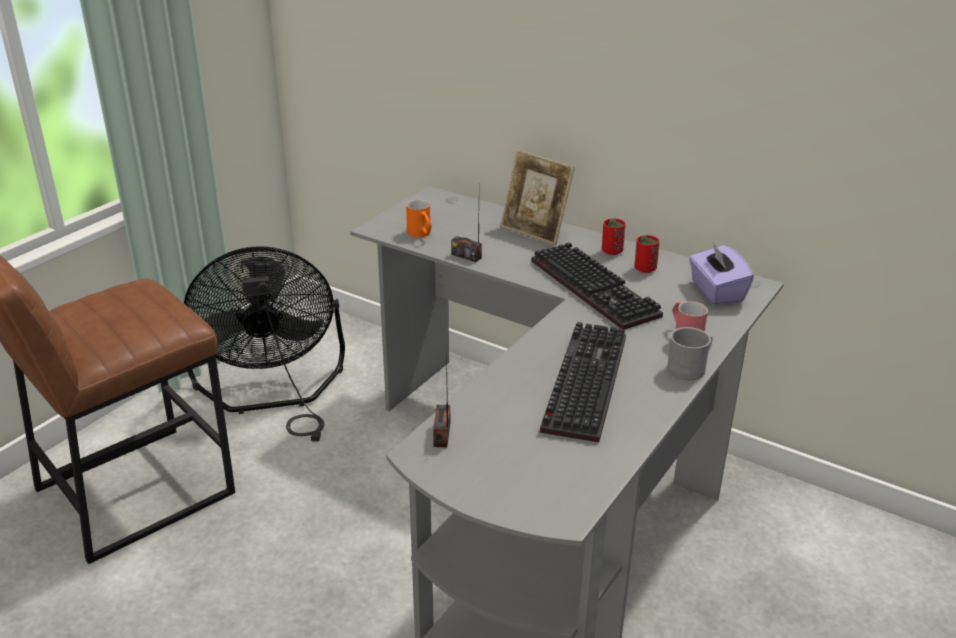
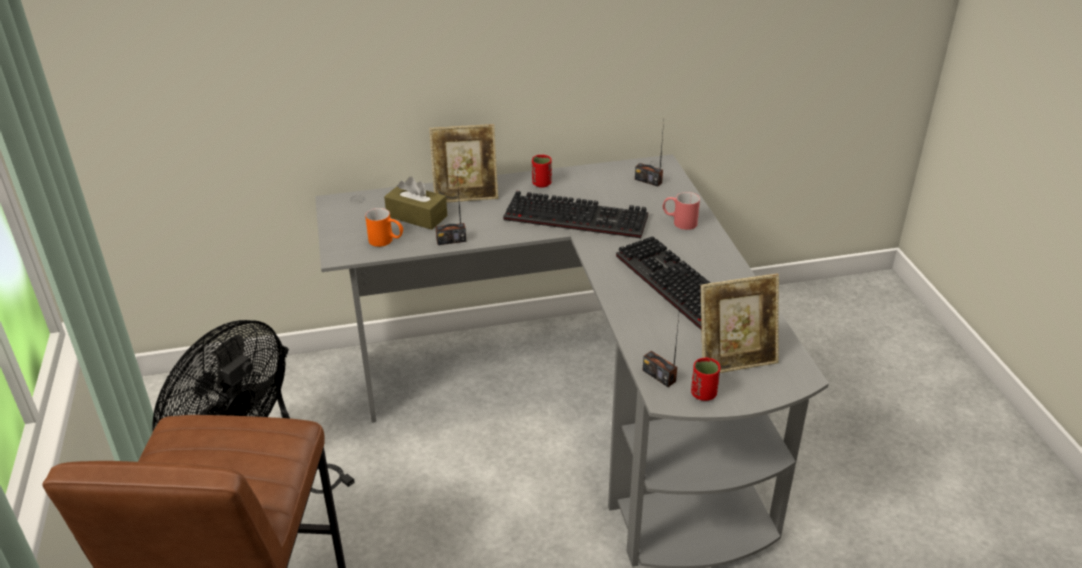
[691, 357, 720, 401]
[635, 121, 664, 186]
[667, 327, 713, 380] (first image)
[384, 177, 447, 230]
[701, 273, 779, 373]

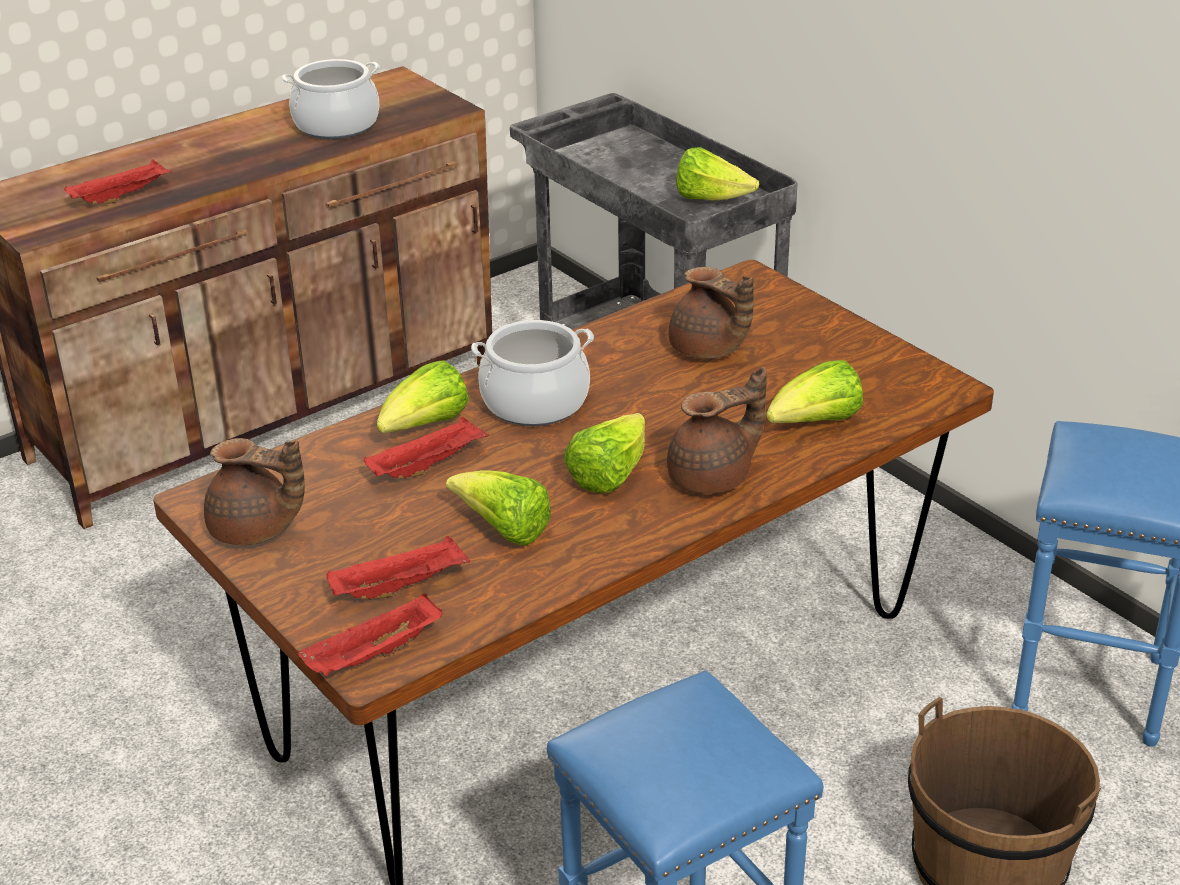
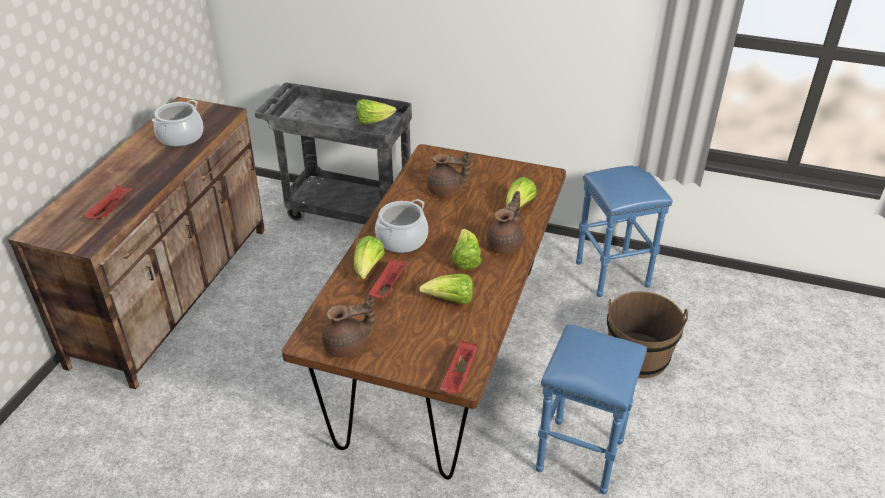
[326, 536, 470, 600] (first image)

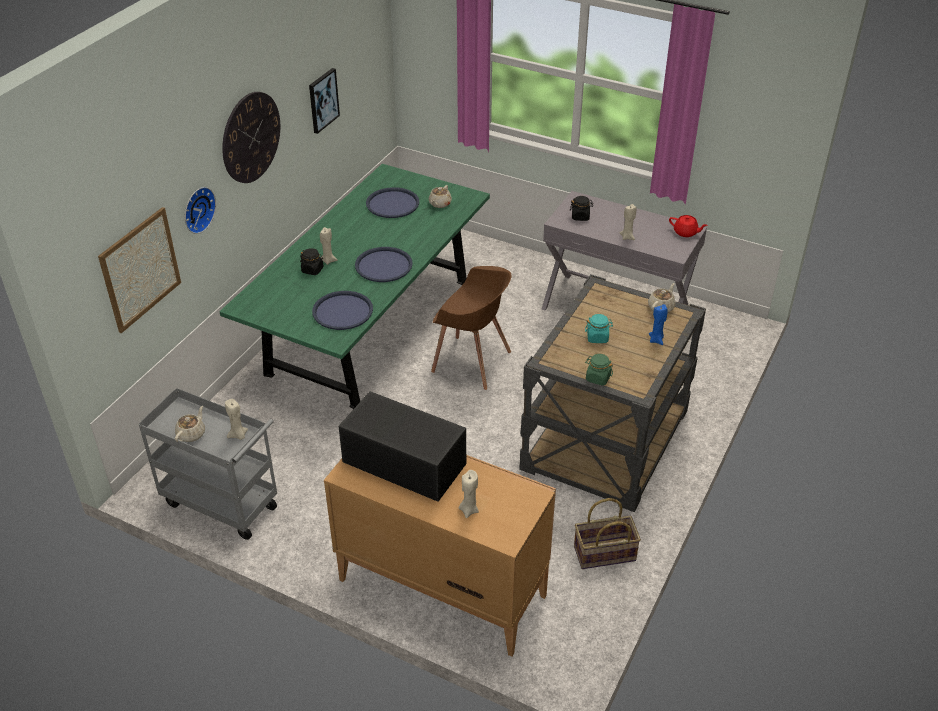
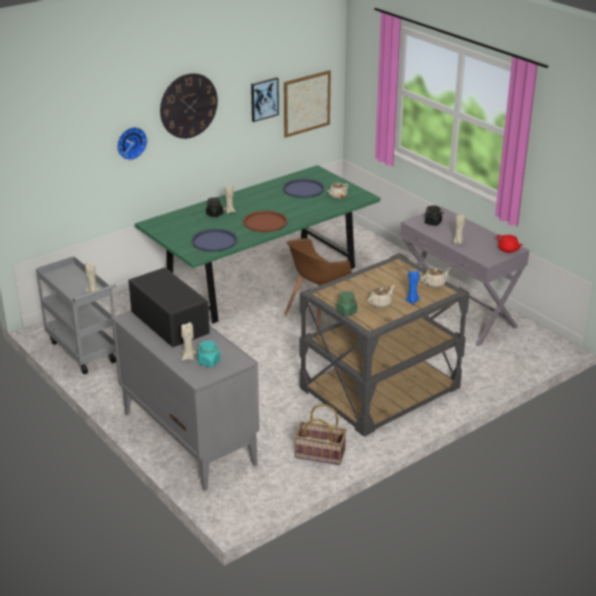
[284, 70, 331, 138]
[243, 211, 288, 232]
[284, 239, 352, 332]
[198, 340, 220, 367]
[368, 285, 395, 308]
[111, 311, 260, 491]

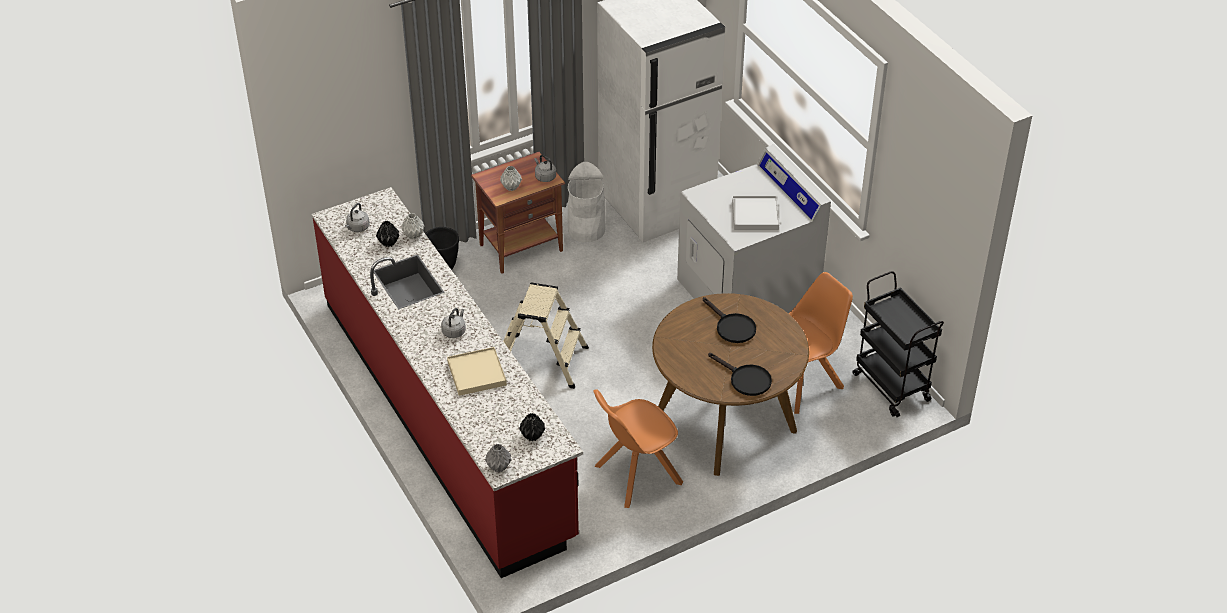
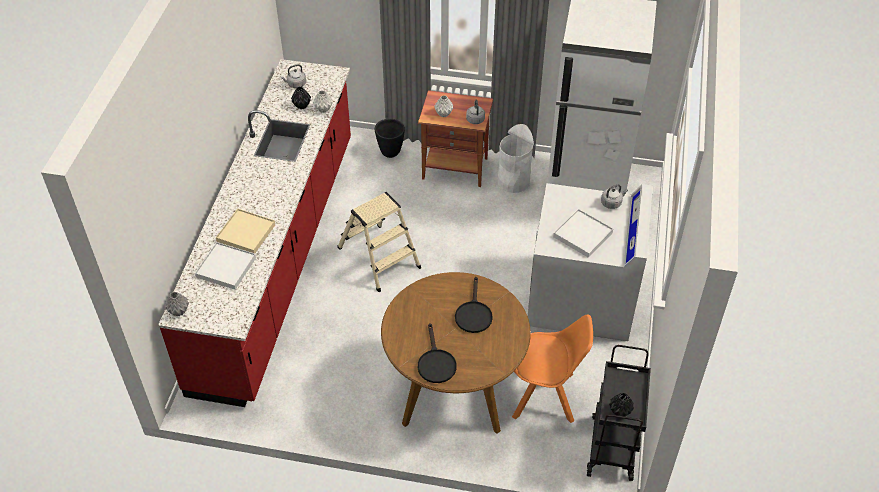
[601, 184, 628, 209]
[593, 389, 683, 508] (first image)
[609, 393, 634, 417]
[195, 242, 256, 290]

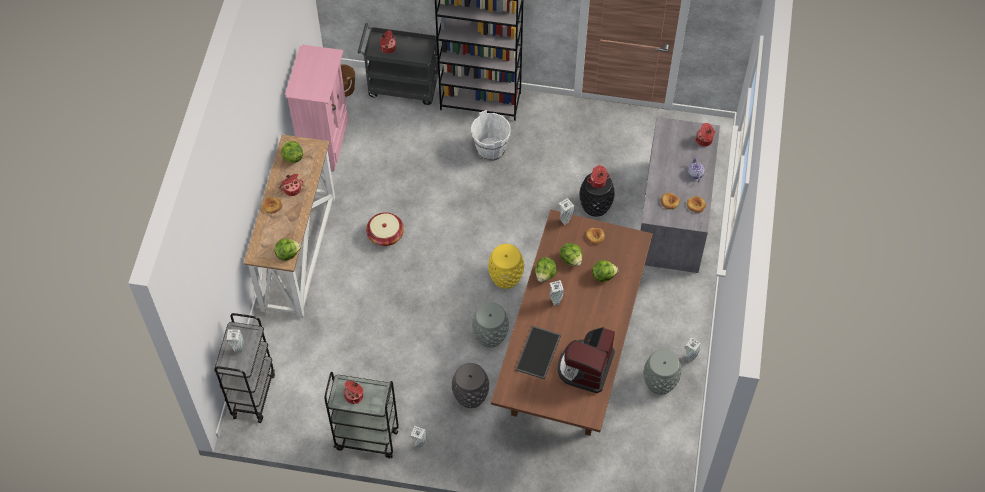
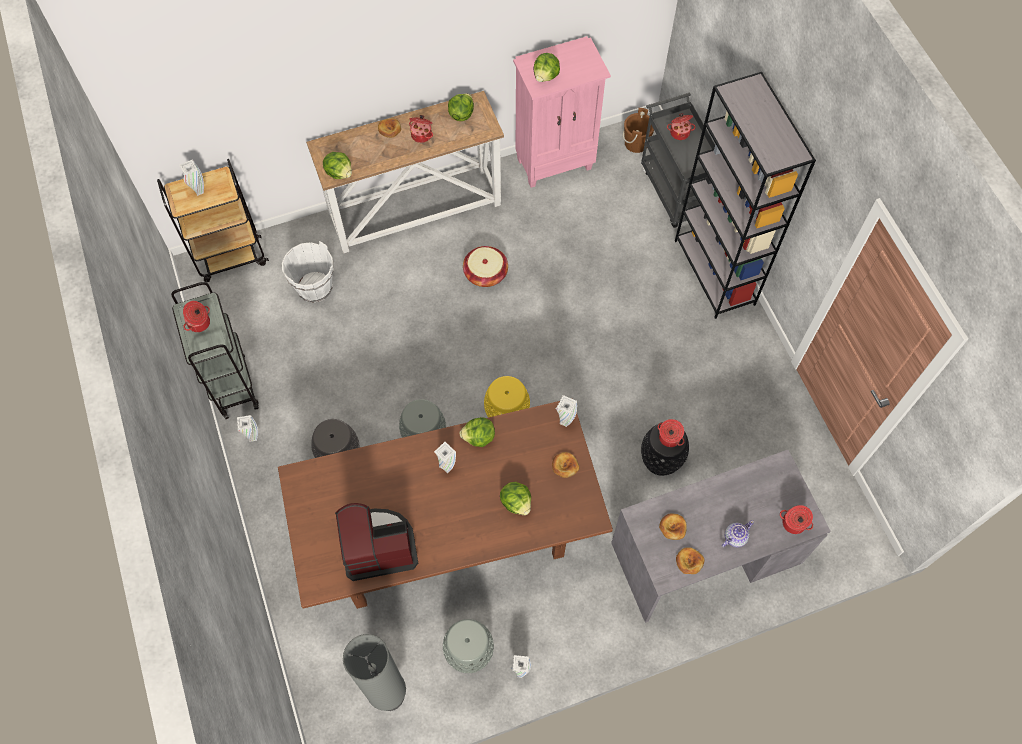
[282, 241, 334, 303]
[534, 53, 560, 82]
[157, 159, 269, 282]
[515, 326, 561, 380] (first image)
[343, 634, 406, 711]

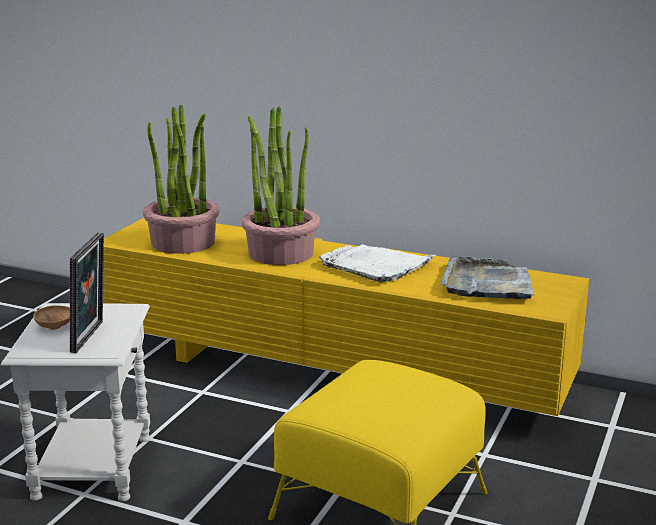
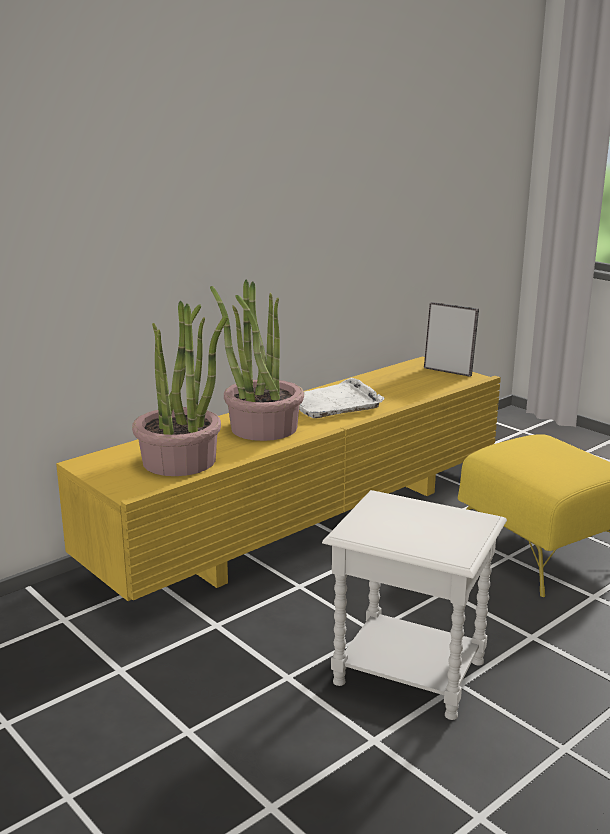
[424, 302, 479, 377]
[441, 256, 535, 299] (first image)
[33, 305, 70, 330] (first image)

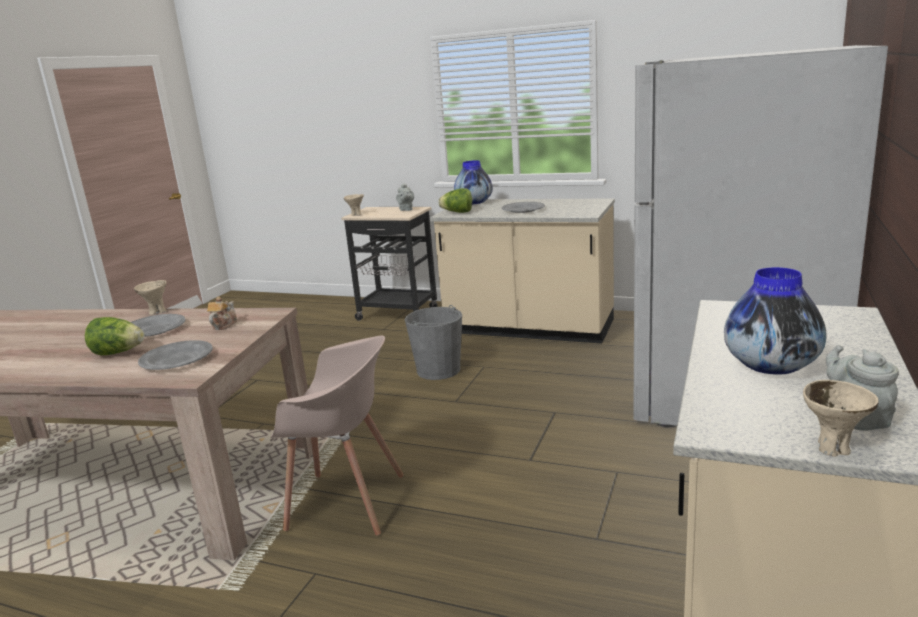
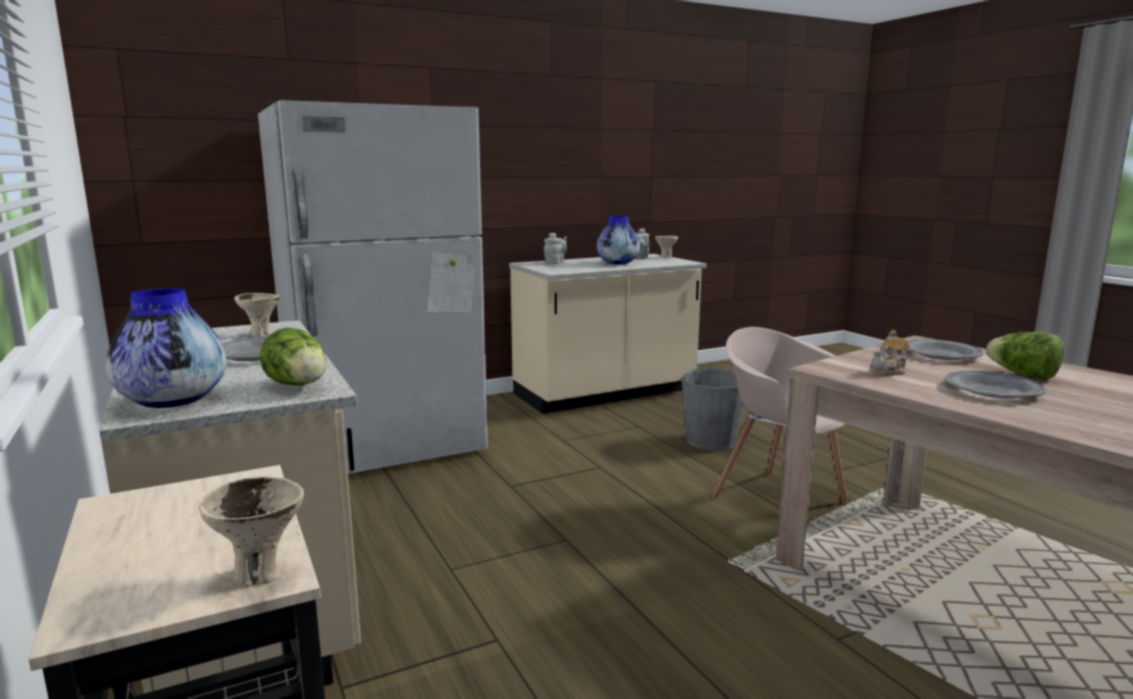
[544, 233, 567, 264]
[234, 293, 280, 337]
[682, 367, 744, 451]

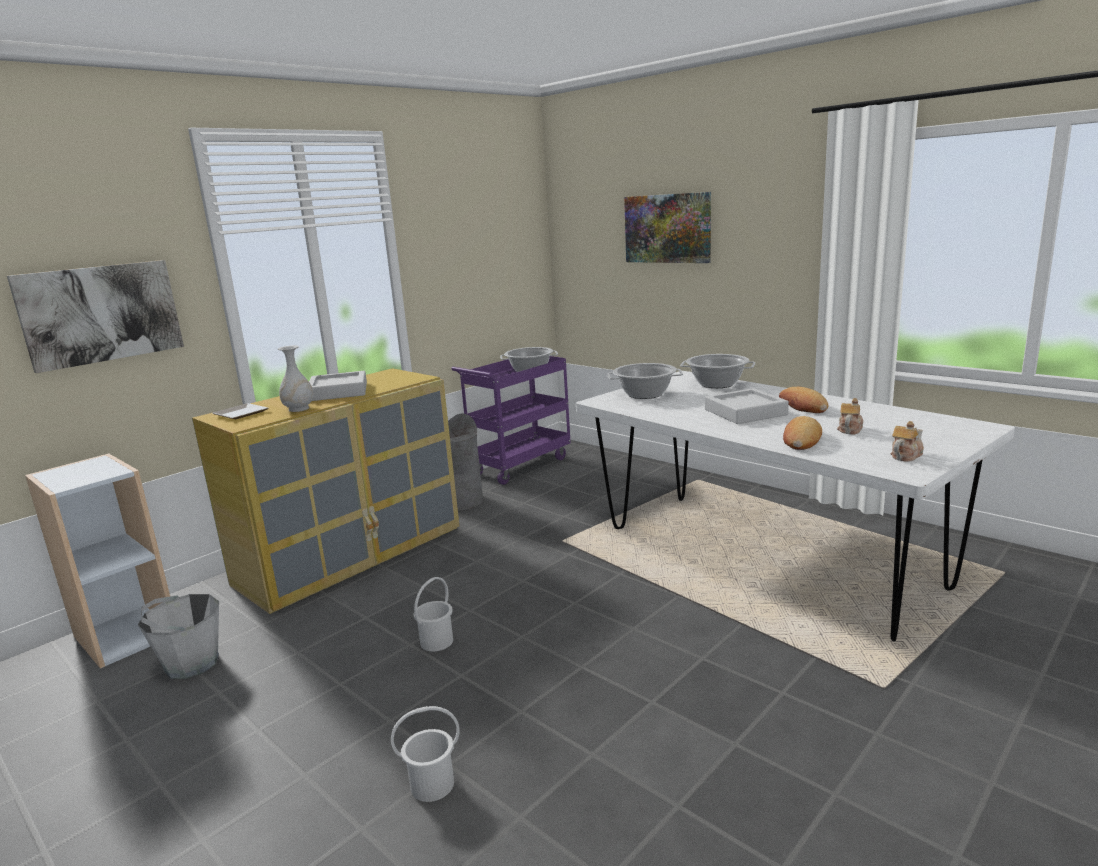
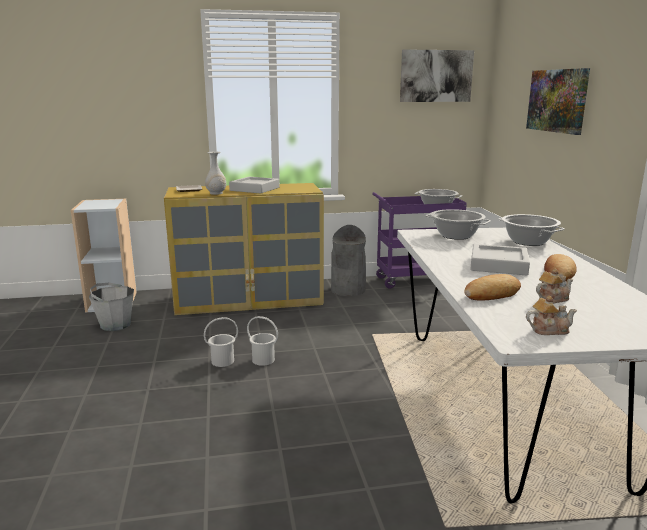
[400, 49, 474, 102]
[247, 316, 278, 366]

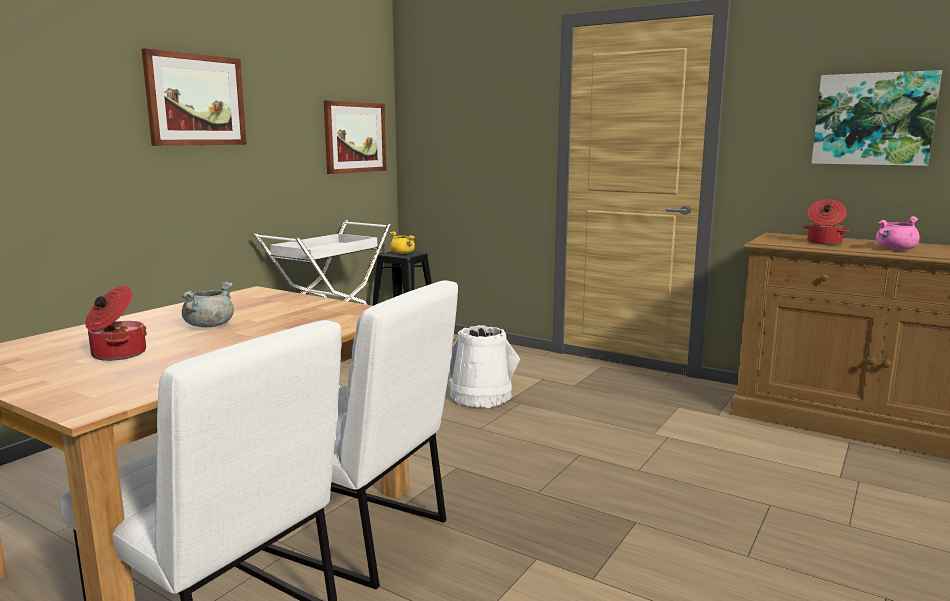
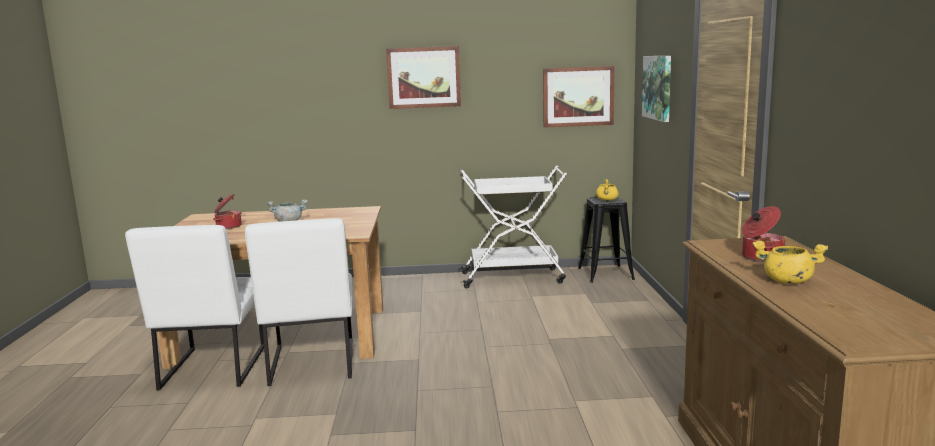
[642, 56, 671, 122]
[752, 240, 828, 284]
[449, 325, 520, 408] (first image)

